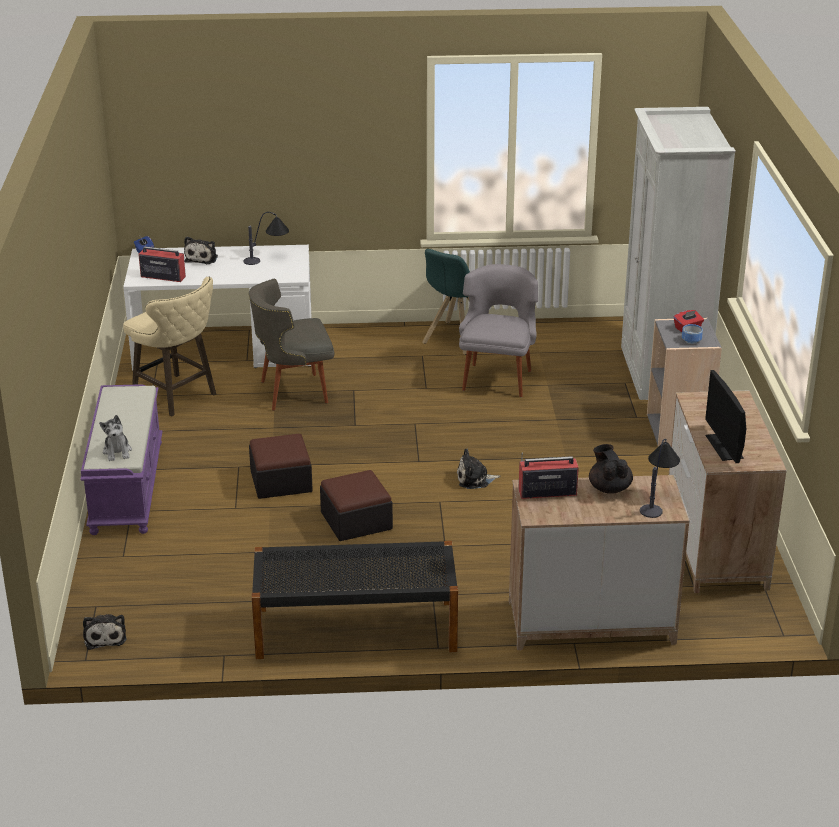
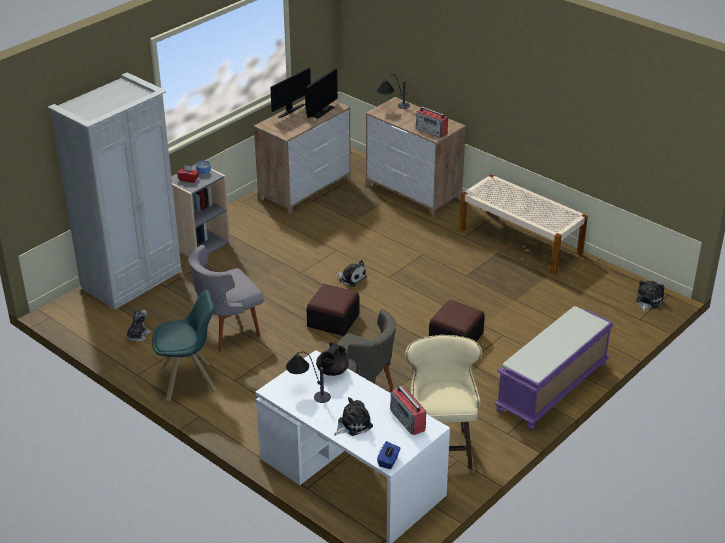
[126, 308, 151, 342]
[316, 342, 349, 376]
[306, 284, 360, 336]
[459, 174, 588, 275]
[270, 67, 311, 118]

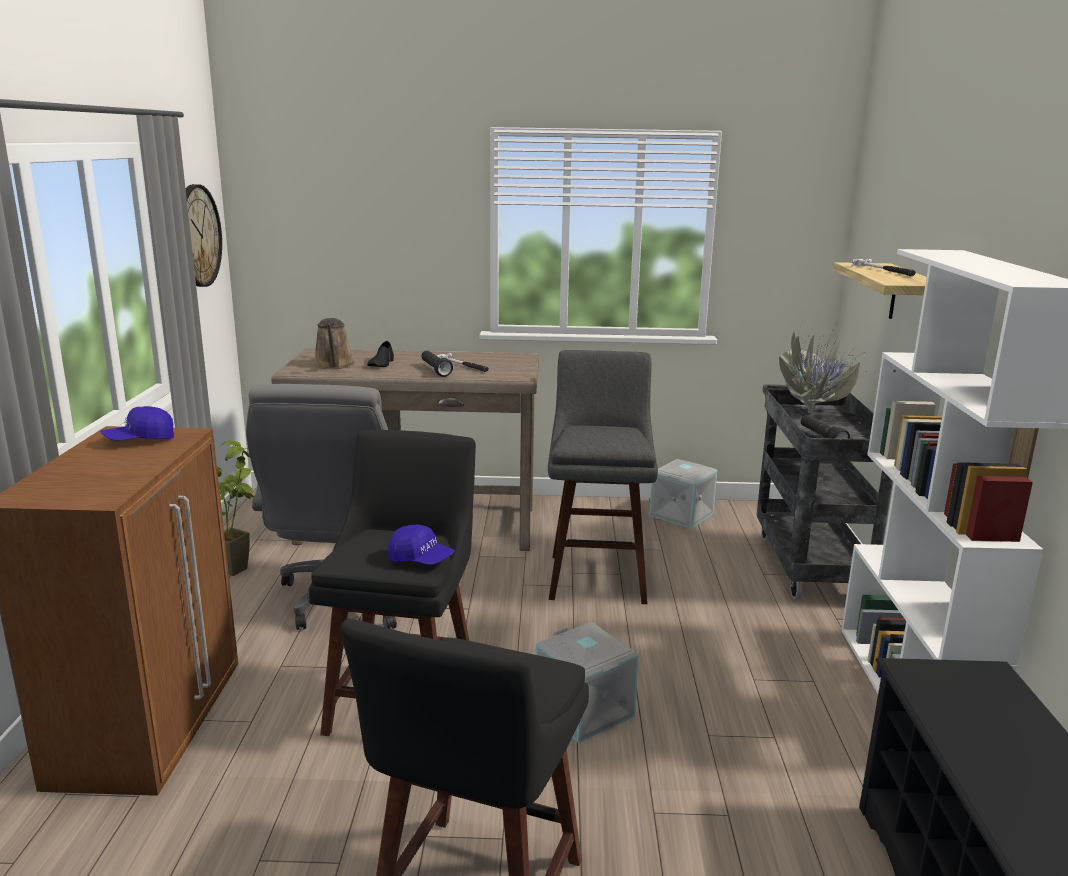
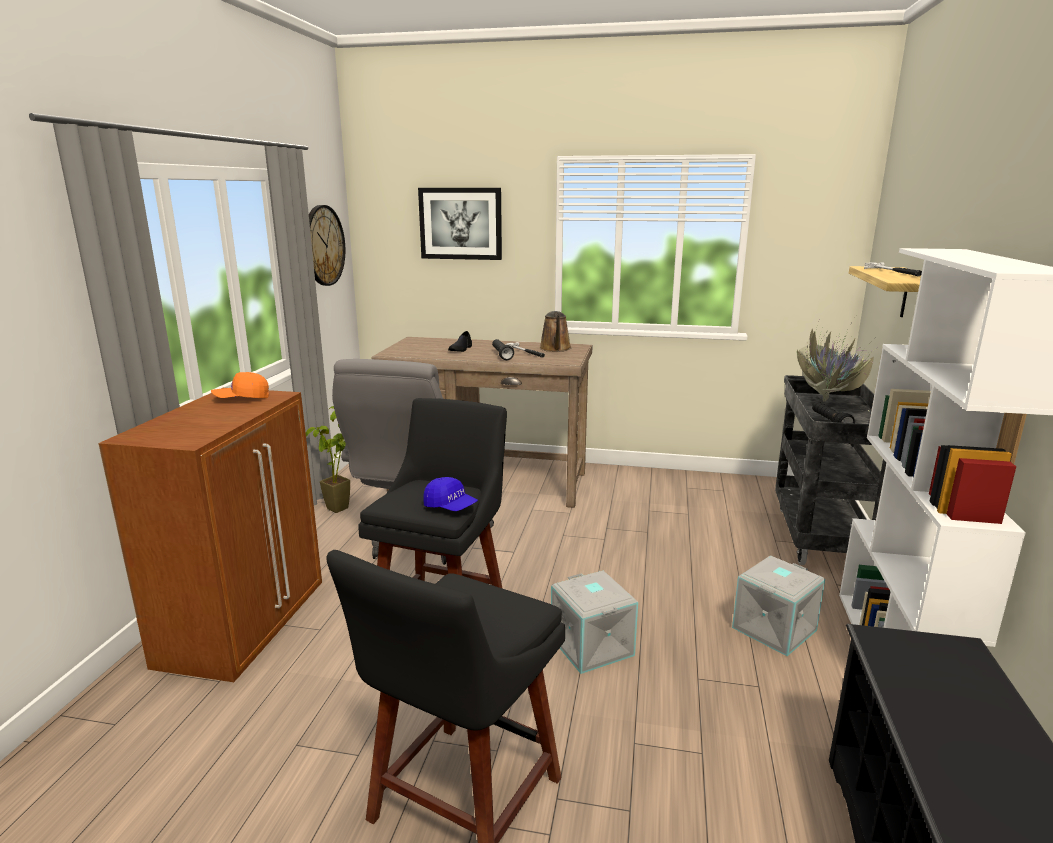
[539, 311, 572, 352]
[548, 350, 658, 604] (first image)
[211, 372, 269, 398]
[732, 555, 825, 656]
[418, 188, 502, 260]

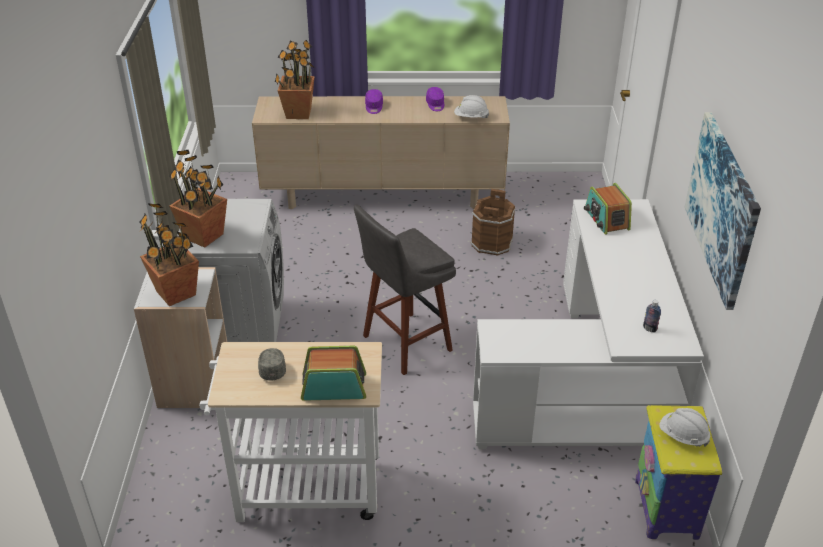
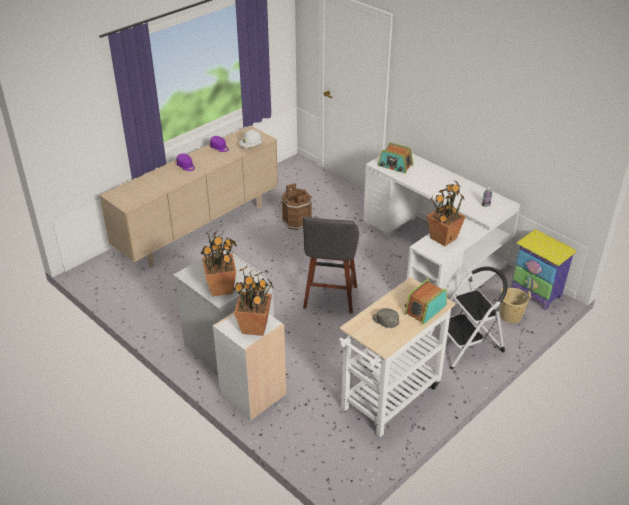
[427, 180, 466, 246]
[685, 112, 761, 310] (first image)
[659, 408, 710, 447] (first image)
[429, 267, 508, 369]
[499, 288, 531, 324]

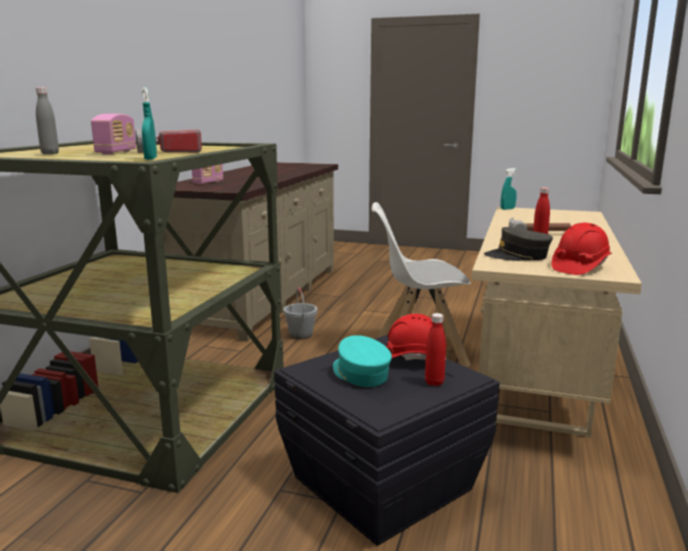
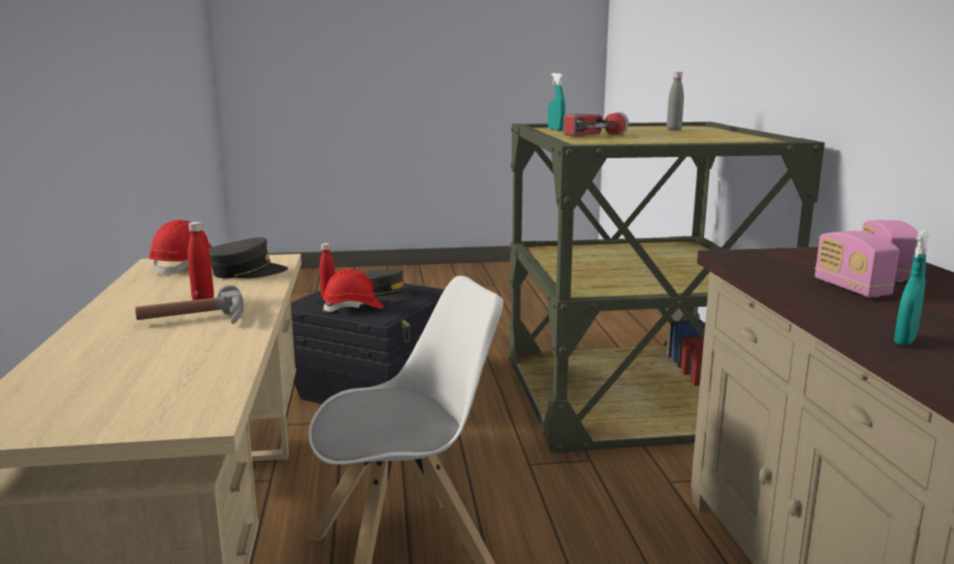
[815, 231, 899, 298]
[894, 230, 930, 346]
[284, 287, 317, 340] (first image)
[363, 269, 413, 301]

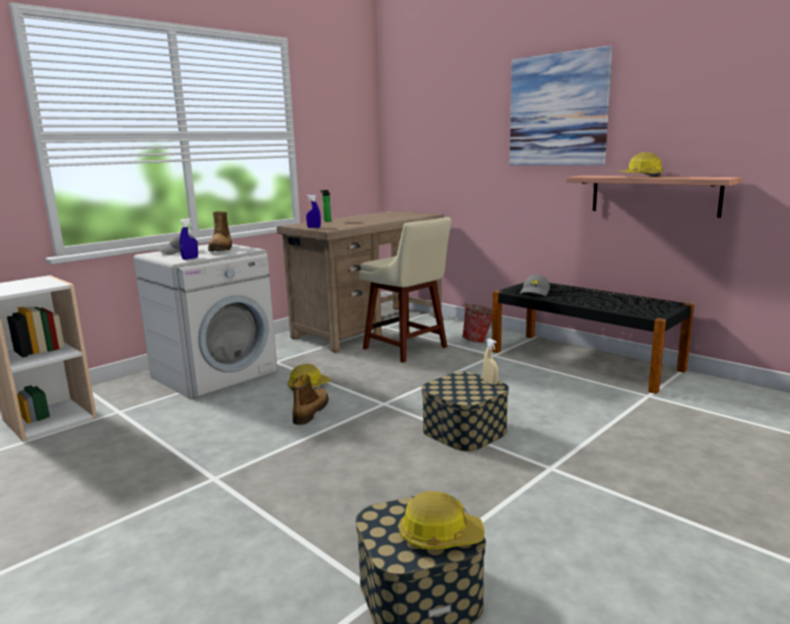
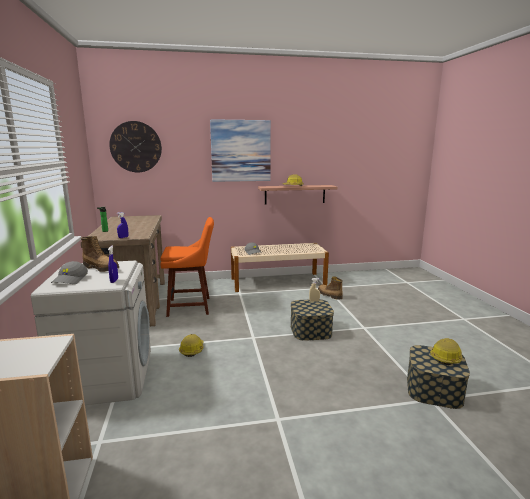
[160, 217, 214, 317]
[231, 243, 329, 292]
[462, 302, 493, 343] (first image)
[318, 276, 343, 300]
[109, 121, 162, 172]

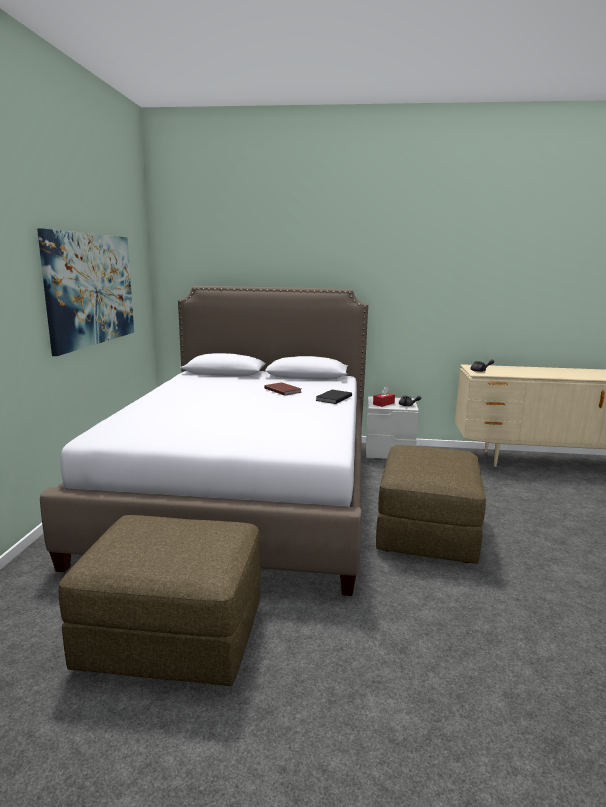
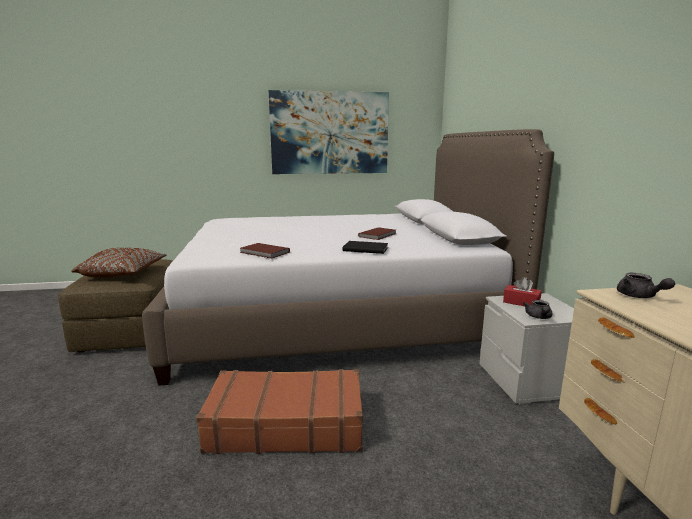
[196, 369, 363, 454]
[240, 243, 290, 259]
[71, 248, 167, 278]

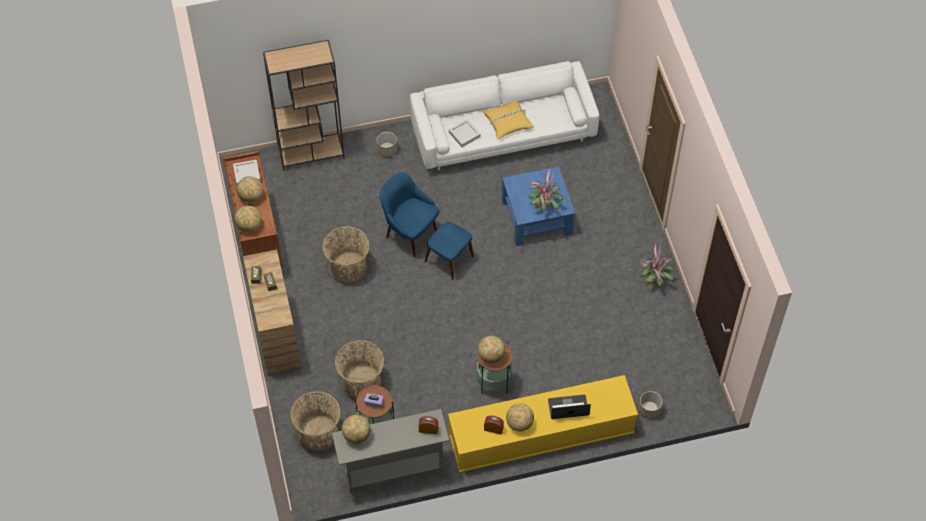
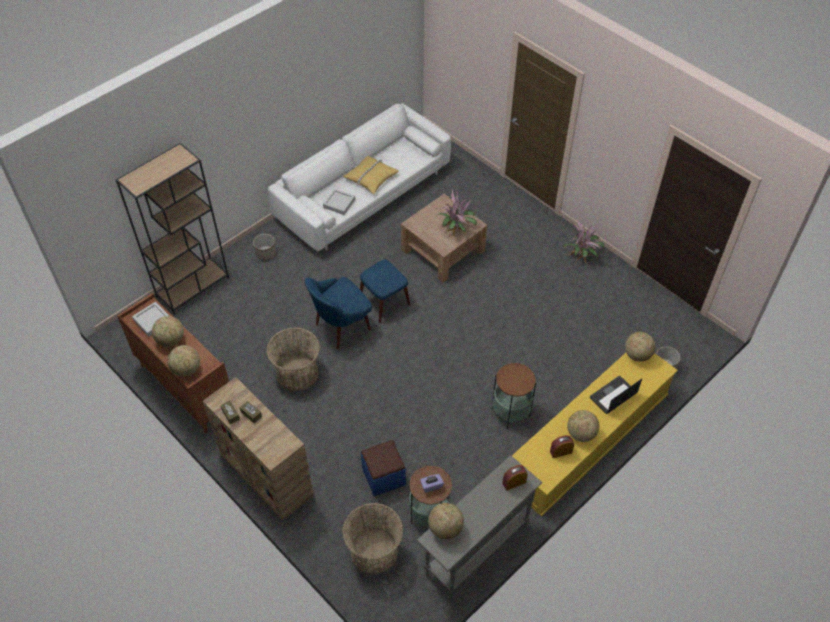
[401, 194, 487, 283]
[305, 259, 410, 349]
[625, 332, 656, 362]
[361, 440, 406, 496]

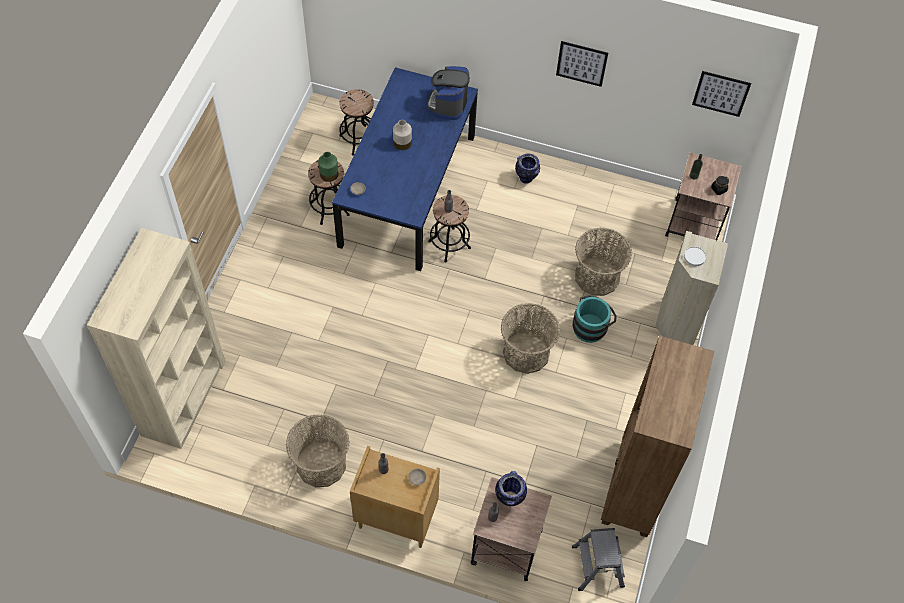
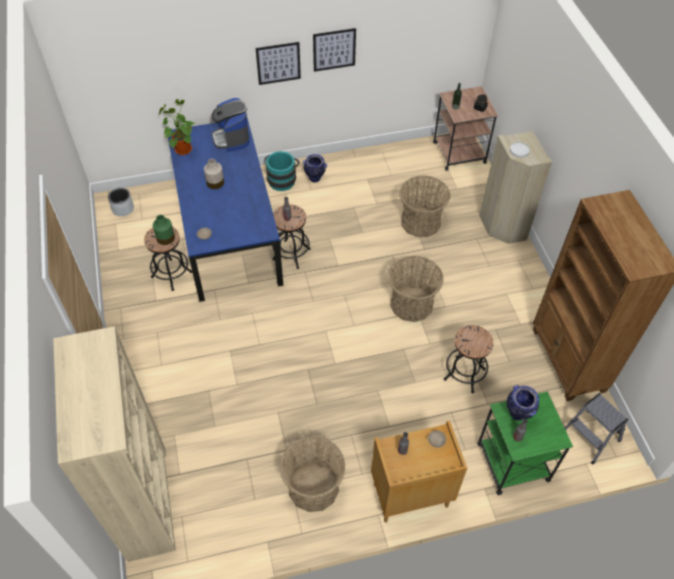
[256, 42, 301, 85]
[444, 325, 493, 394]
[265, 151, 300, 191]
[477, 392, 573, 495]
[159, 99, 195, 155]
[108, 188, 134, 216]

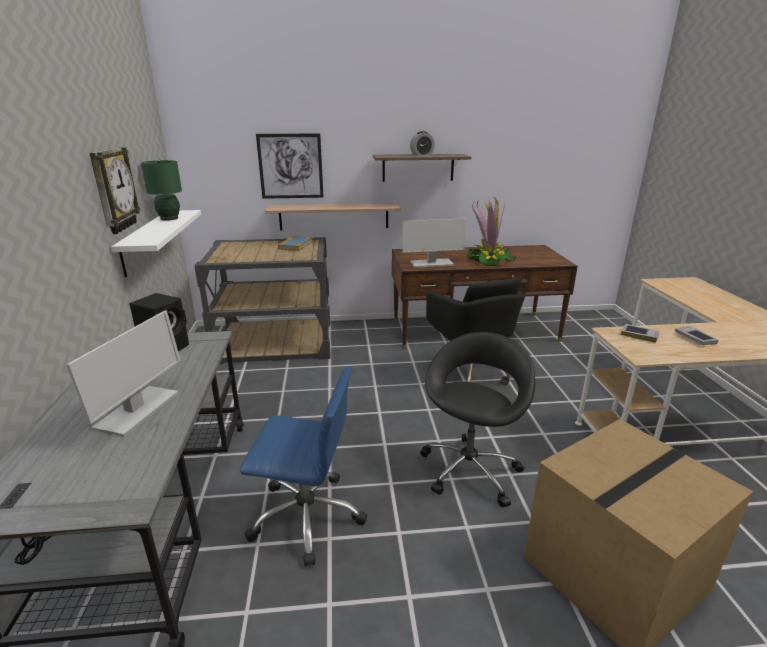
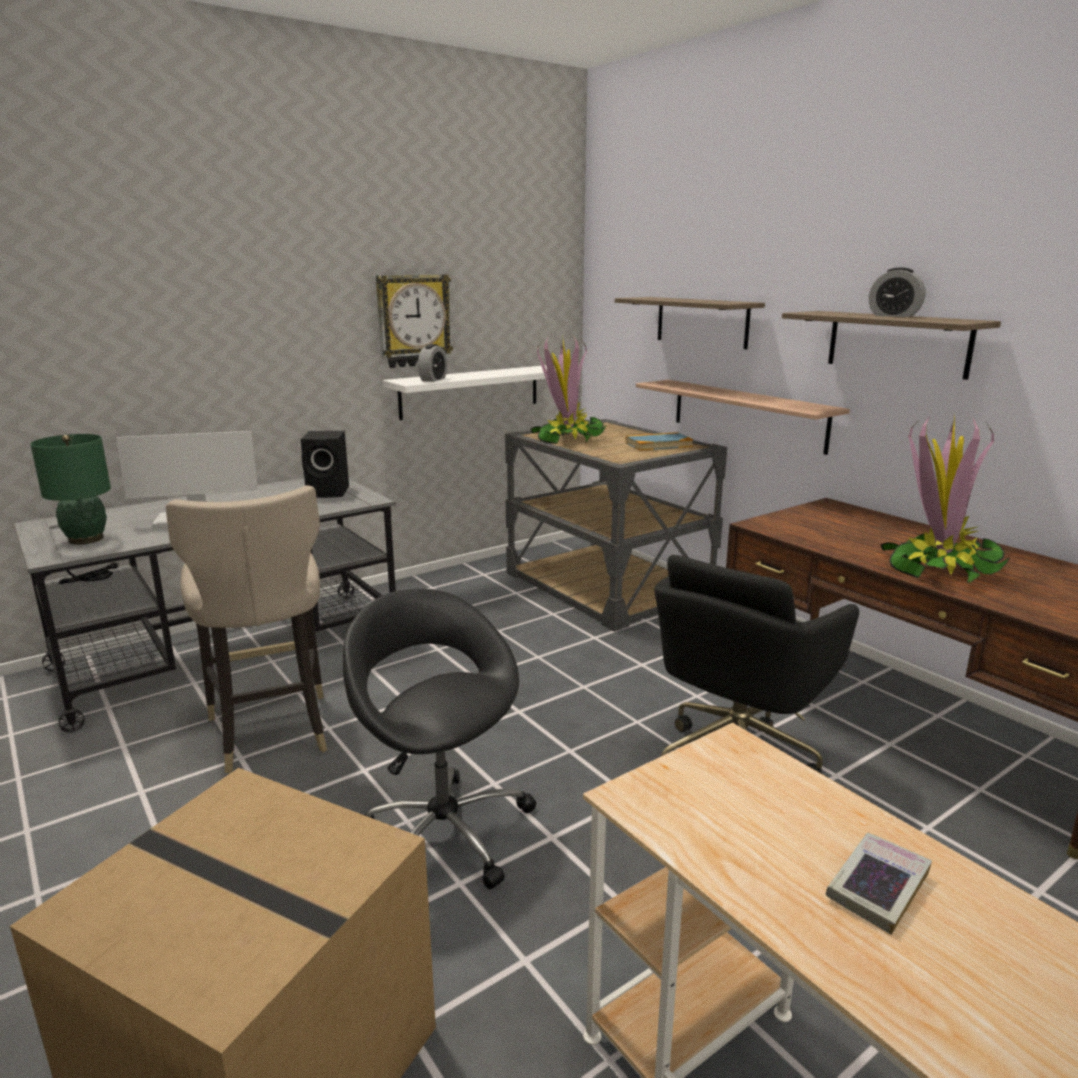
[615, 297, 765, 350]
[30, 434, 111, 545]
[403, 218, 466, 268] (first image)
[621, 324, 660, 343] (first image)
[343, 589, 536, 889]
[166, 485, 327, 773]
[531, 334, 607, 444]
[418, 344, 447, 382]

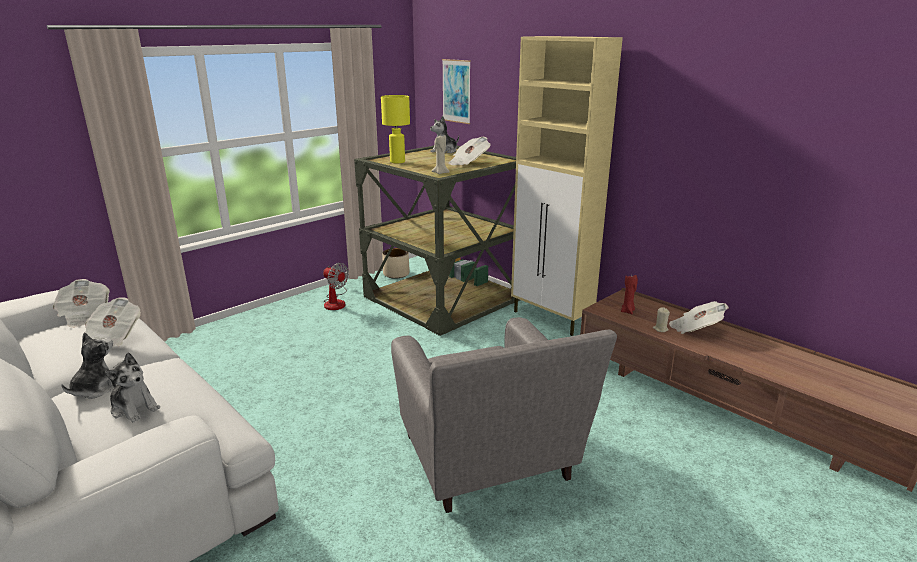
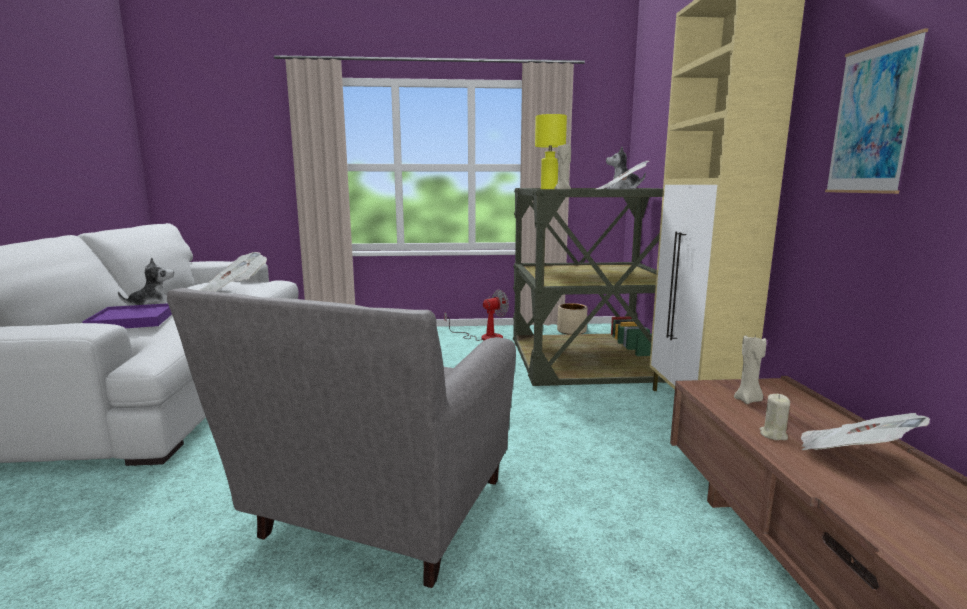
[825, 28, 928, 194]
[444, 290, 509, 341]
[734, 333, 766, 404]
[82, 303, 172, 328]

